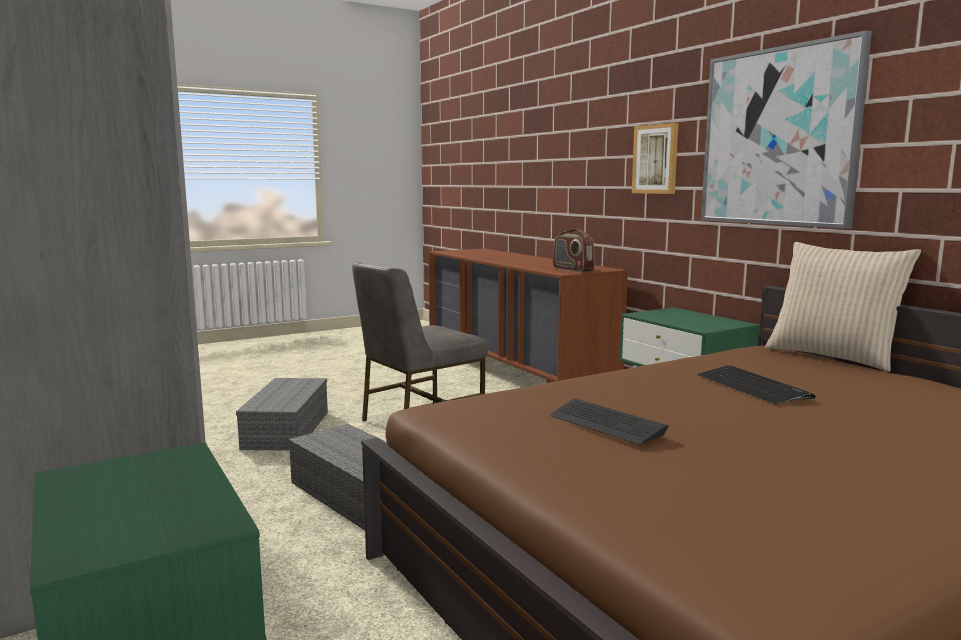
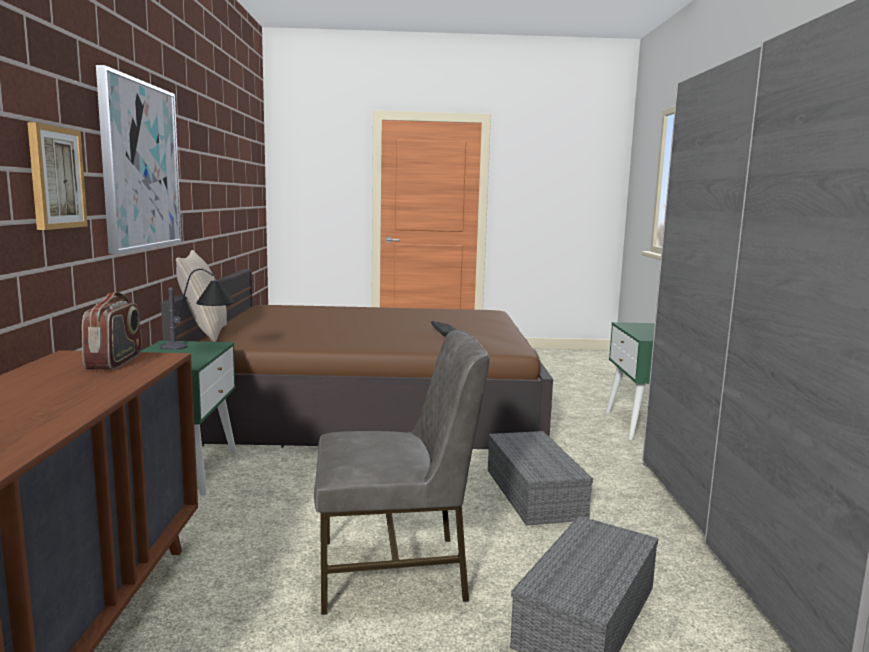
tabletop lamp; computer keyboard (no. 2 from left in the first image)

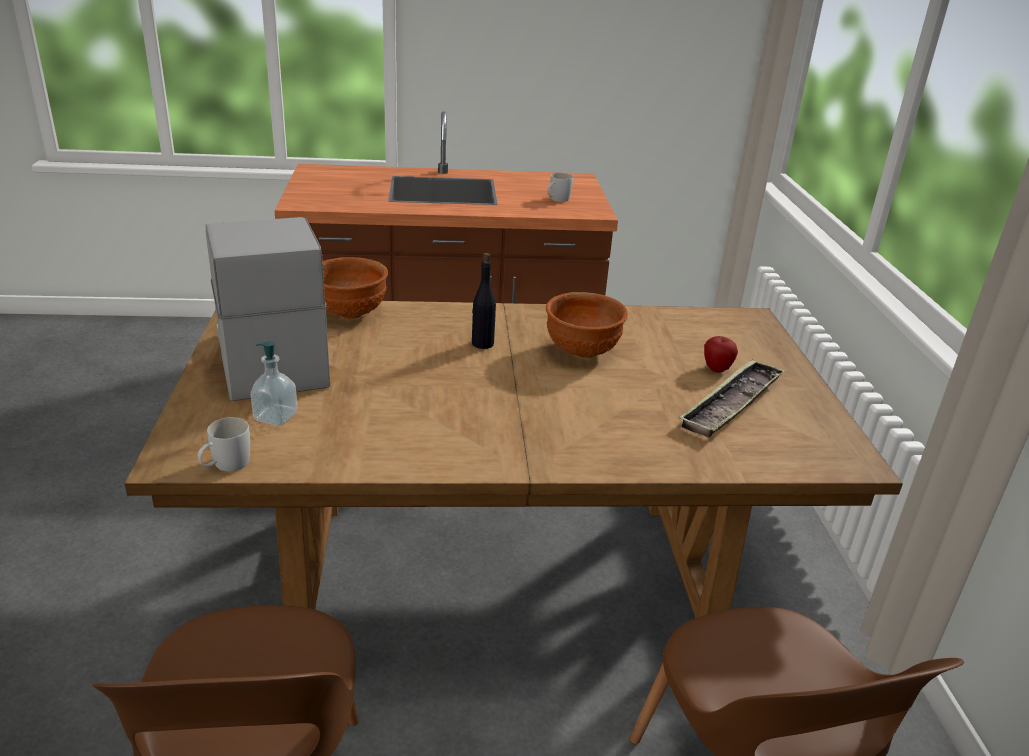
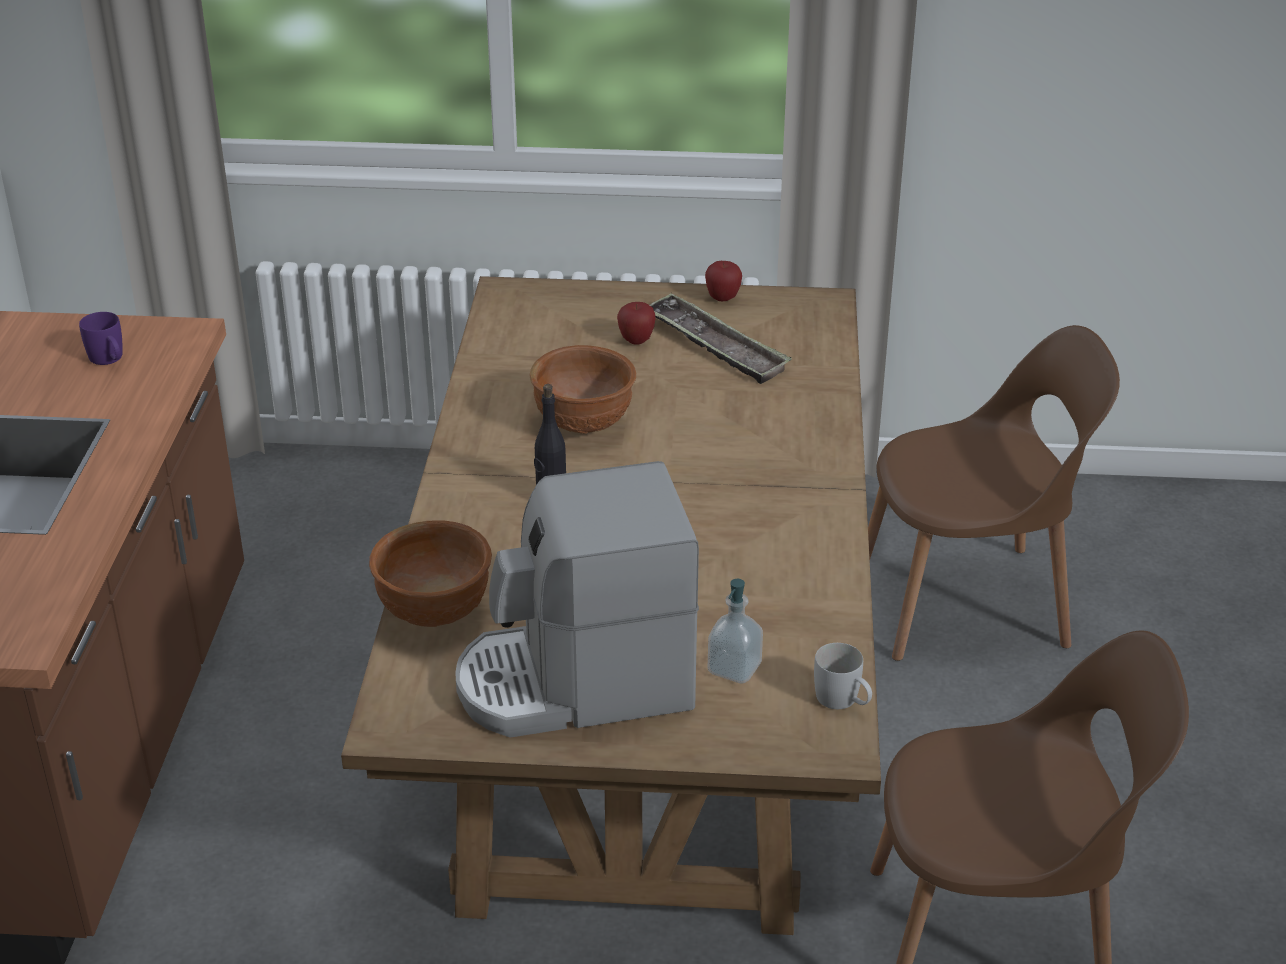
coffee mug in purplish; apple (no. 2 from left)

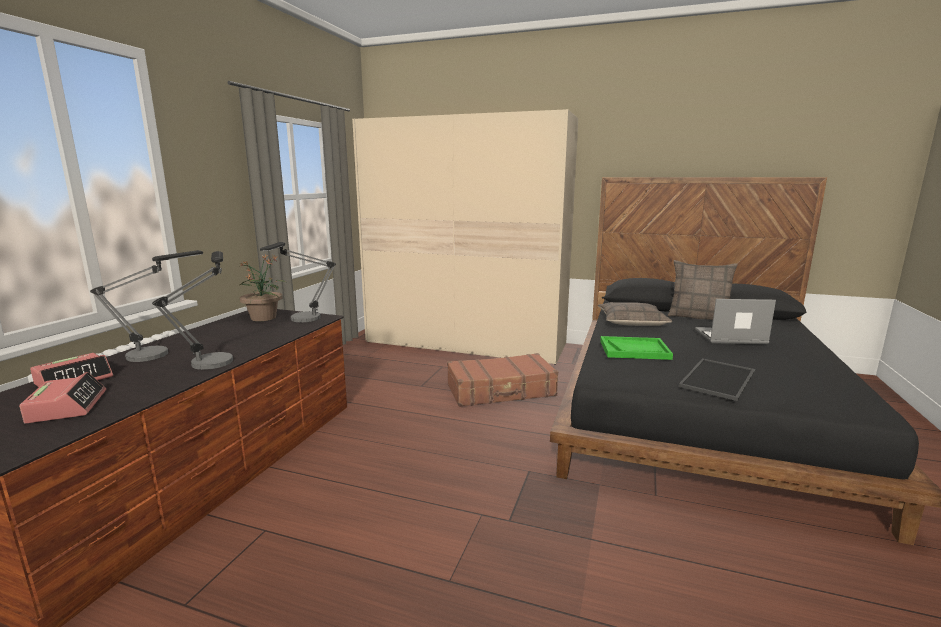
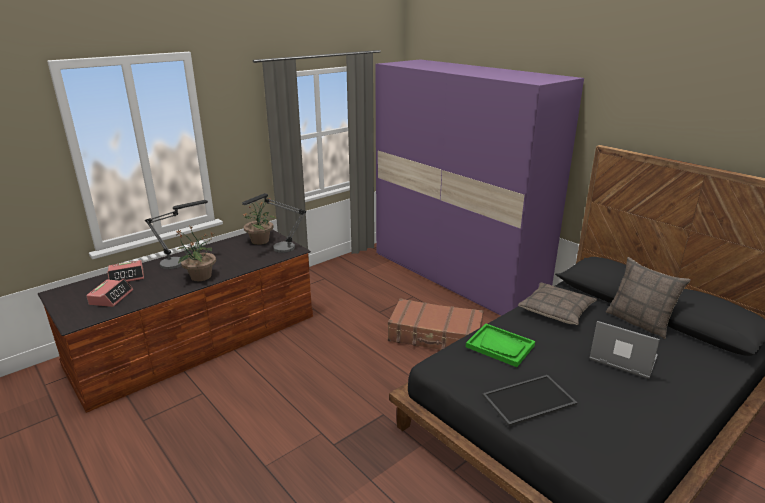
potted plant (no. 1 from left); clothes cupboard in purplish

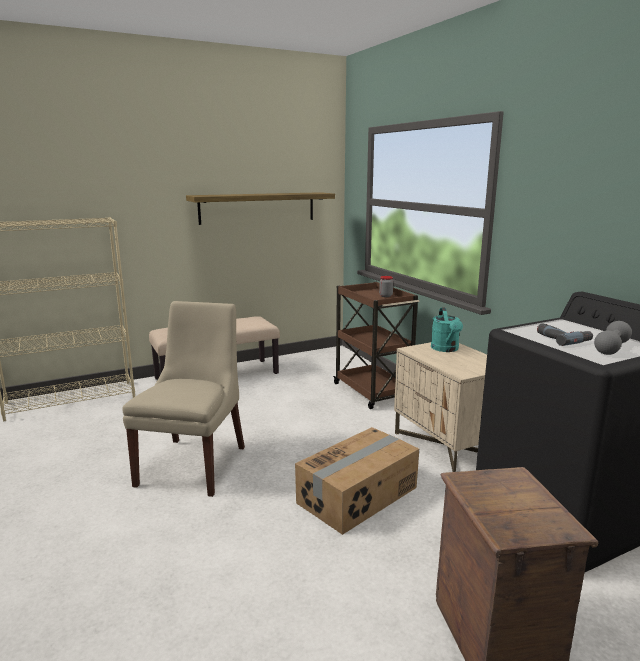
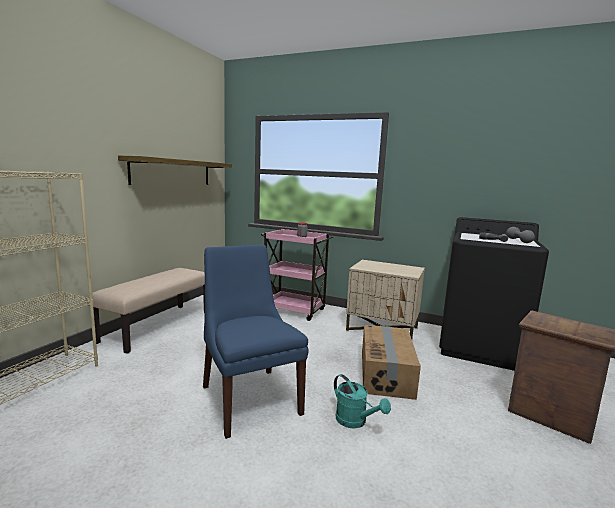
plain chair in blue-coloured; cart in pinkish; watering pot in turquoise

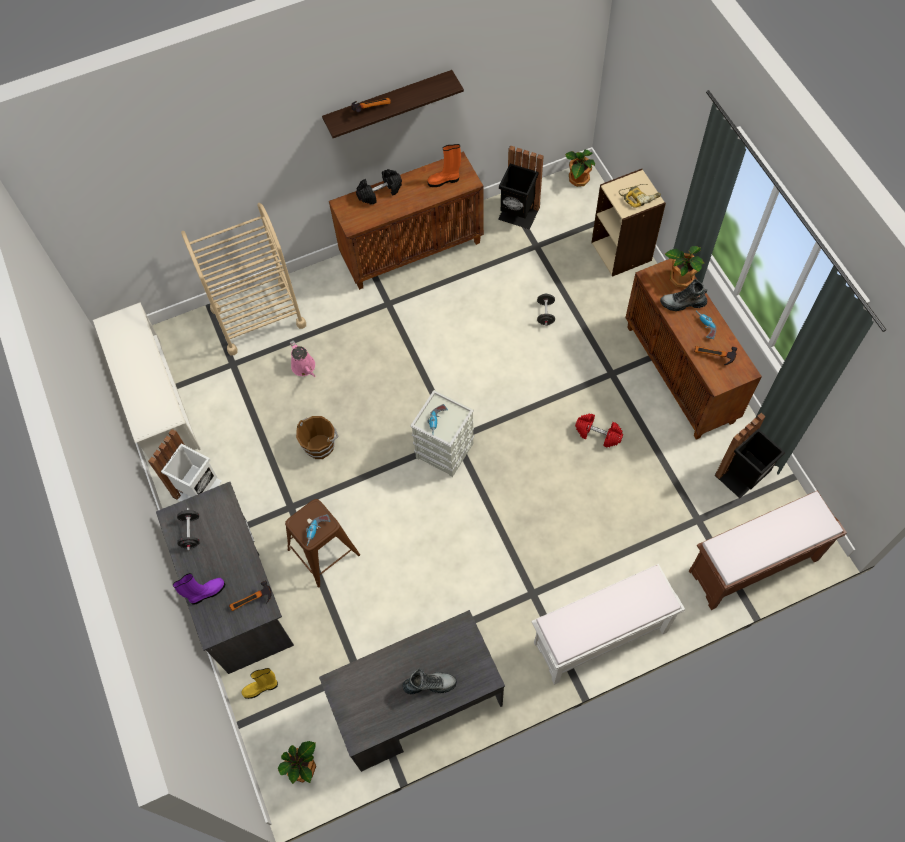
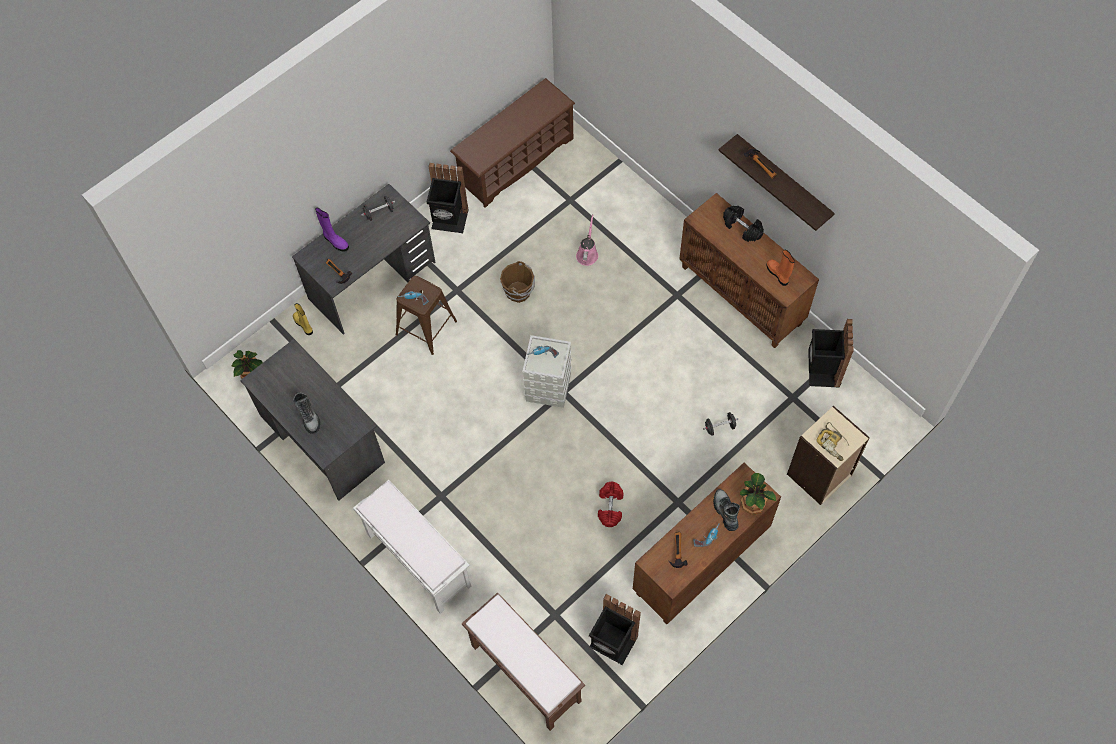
waste bin in black-coloured (no. 1 from left); shoe rack in brownish; watering pot in pinkish; cart in beige-coloured; potted plant (no. 2 from left in the first image)

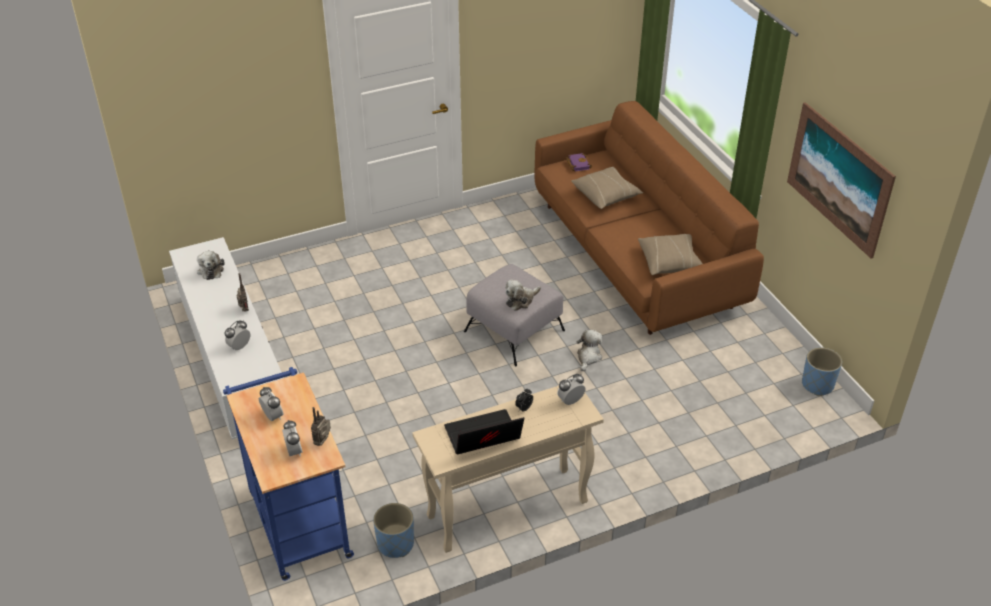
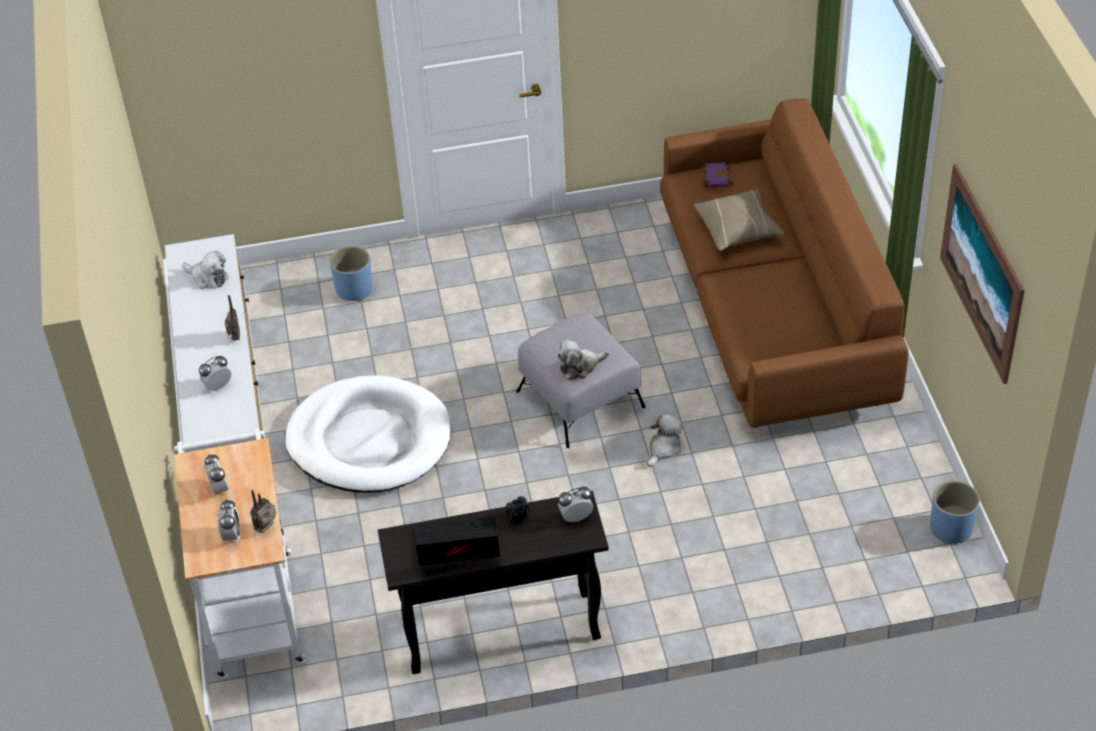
cart in white; cuddly toy (no. 1 from left); dog bed in white; plant pot in blue-coloured (no. 1 from left); hall table in black-coloured; pillow in beige-coloured (no. 2 from left in the first image)

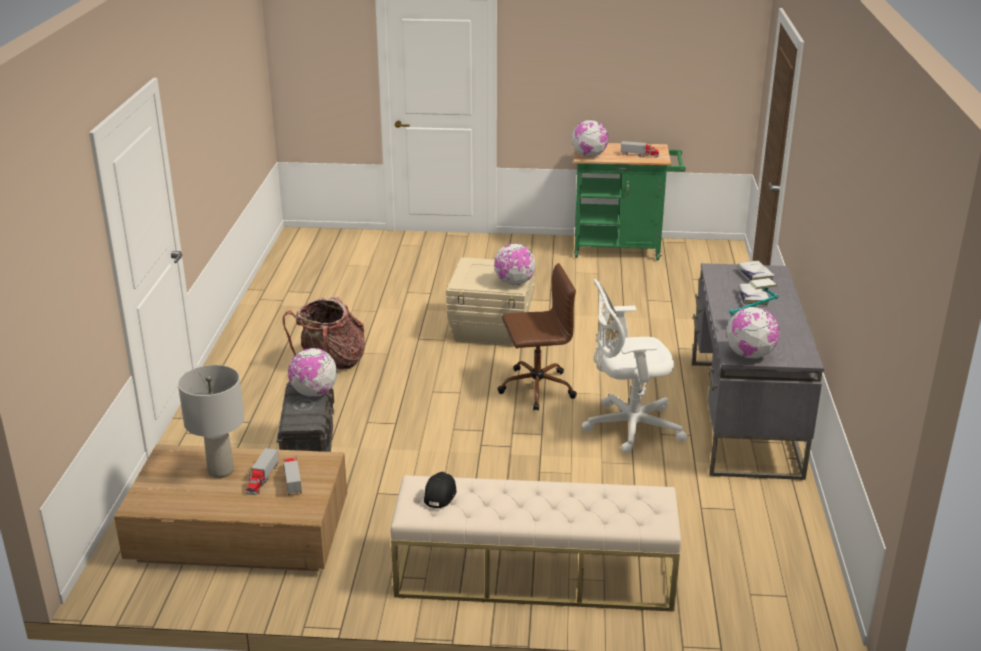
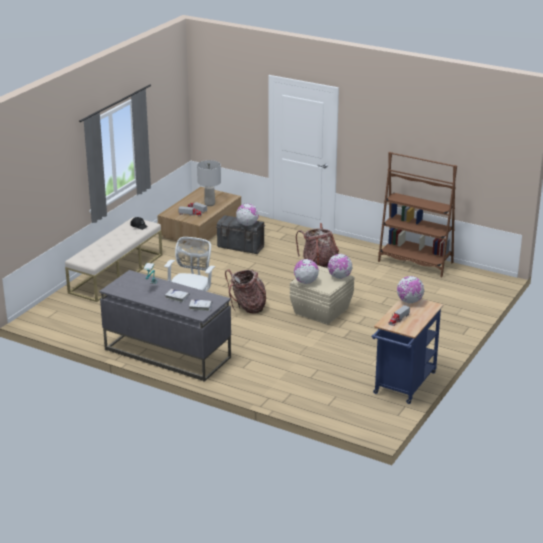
knapsack (no. 1 from left); desk globe (no. 3 from left); cart in blue-coloured; shelving unit in brownish

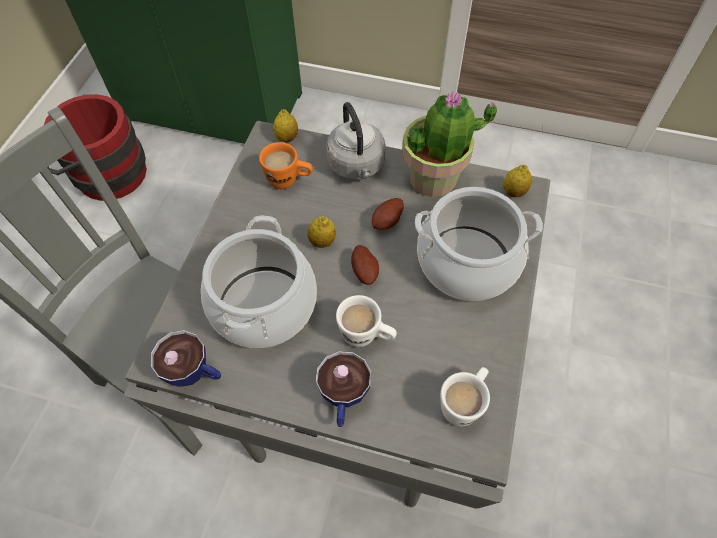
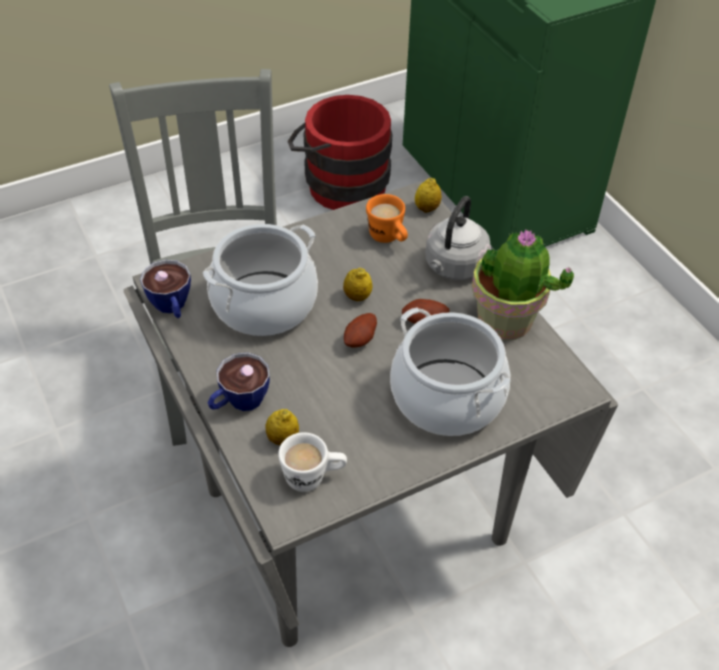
lemon (no. 1 from left); coffee mug in white (no. 1 from left in the first image)

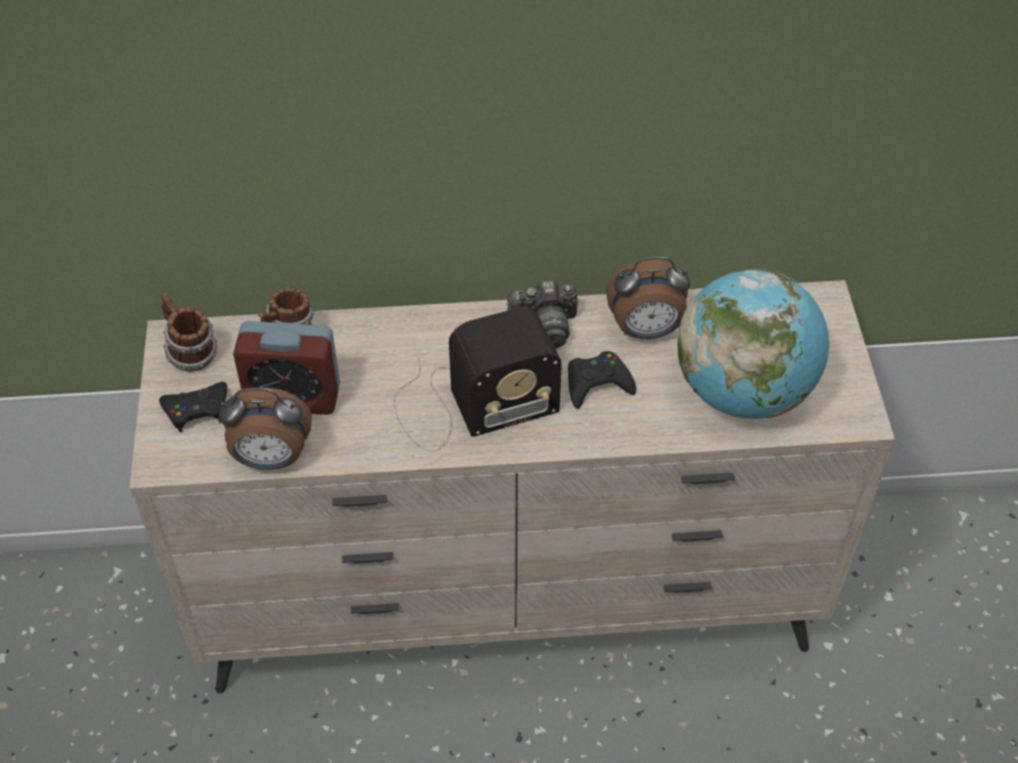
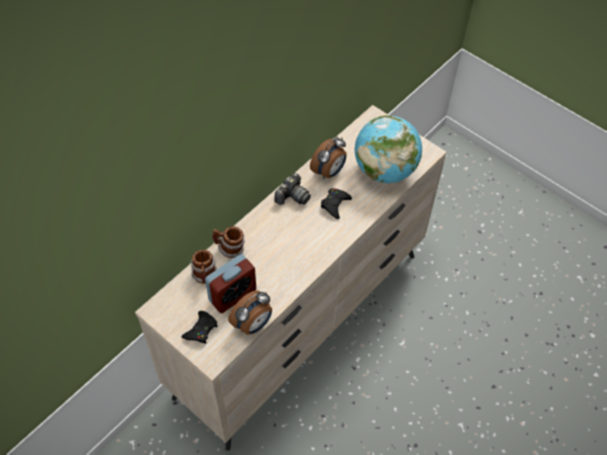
coffee mug (no. 2 from left); radio

